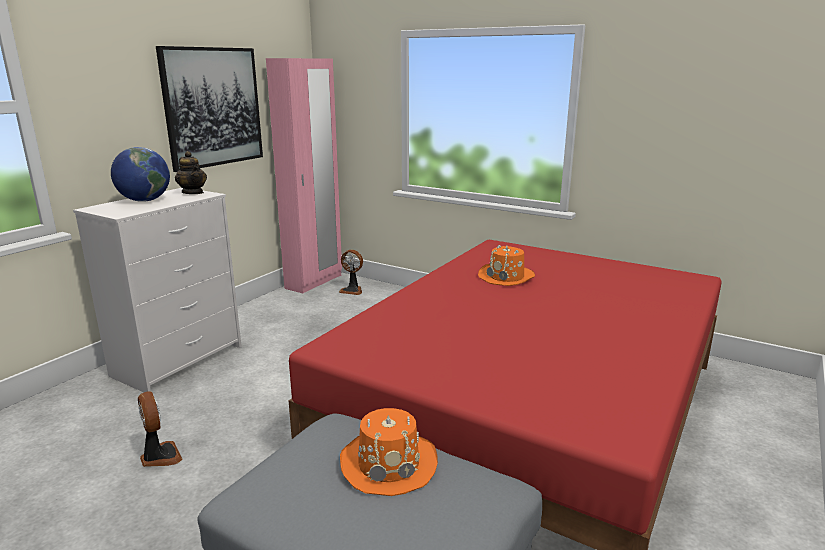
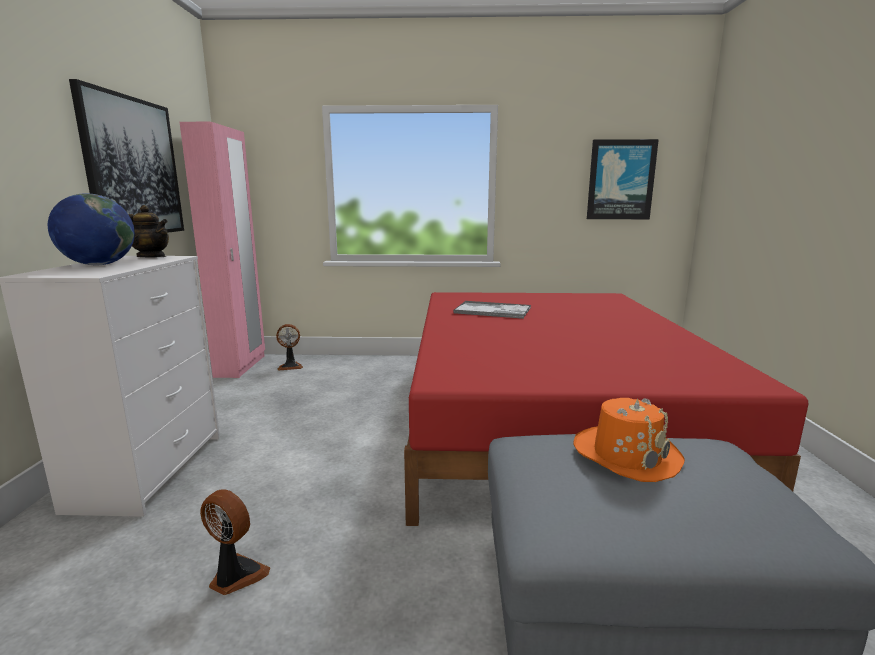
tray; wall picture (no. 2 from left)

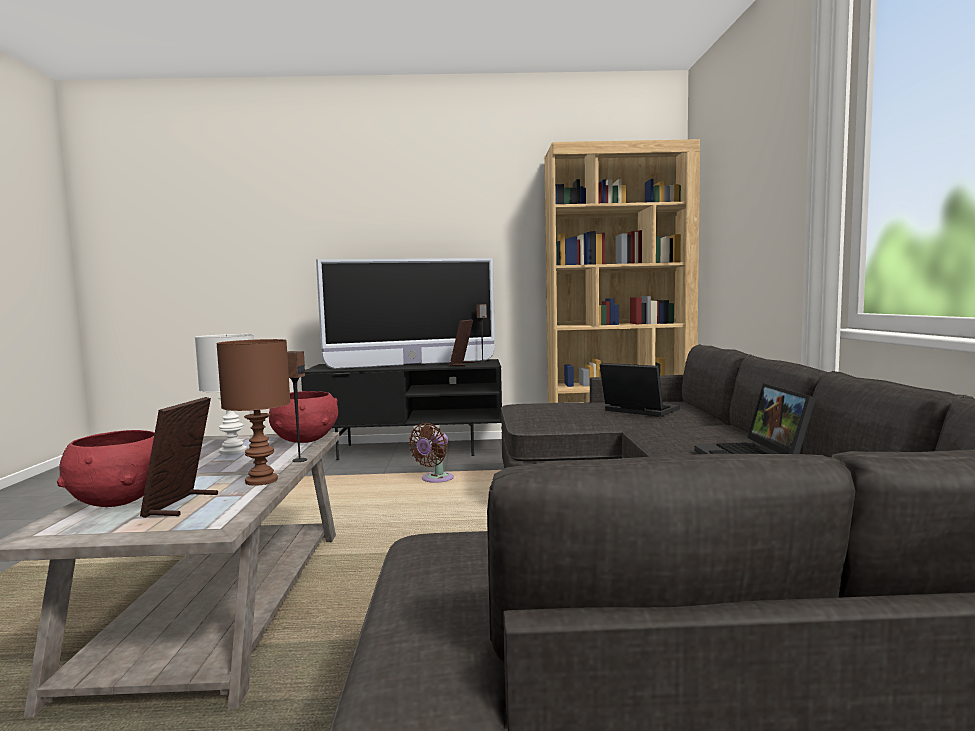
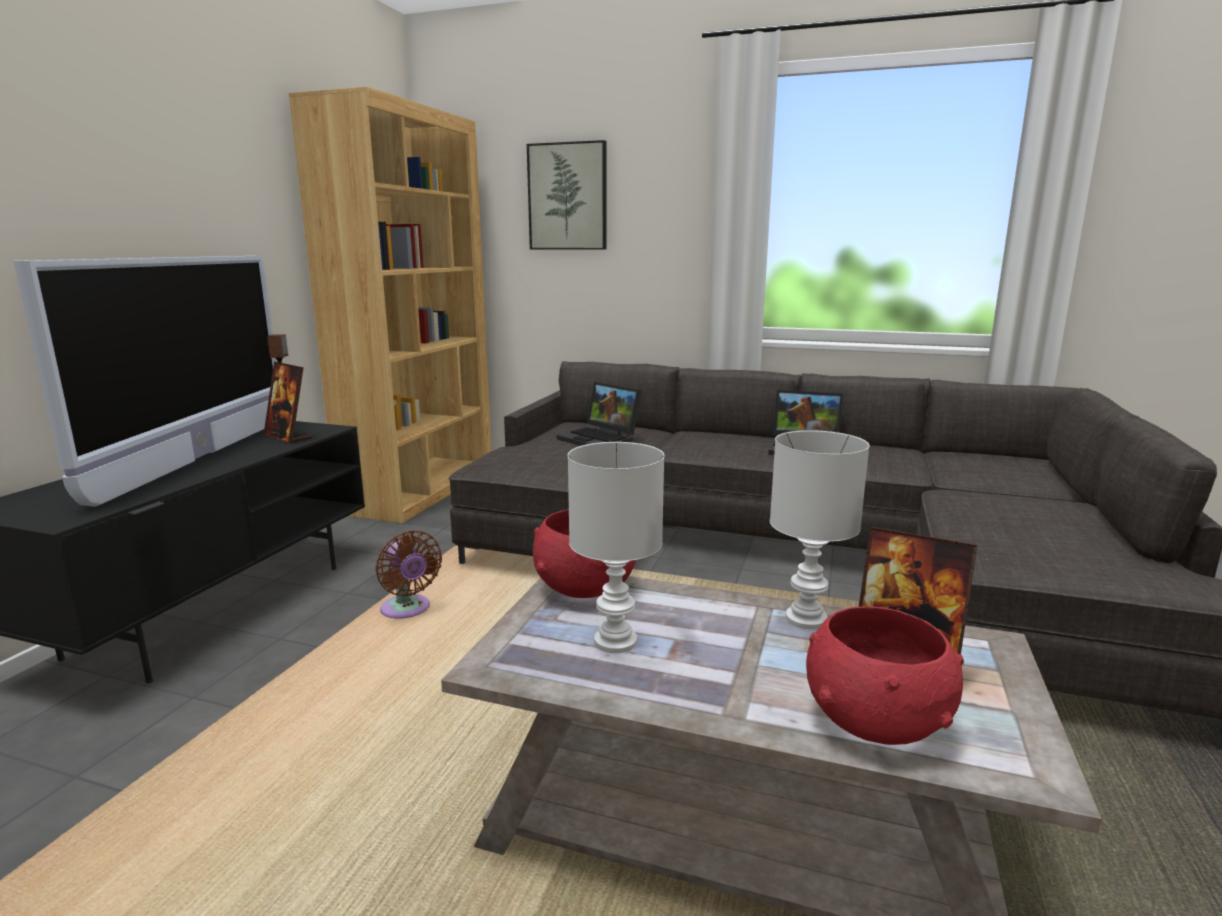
wall picture; notebook computer (no. 1 from left); tabletop lamp in white (no. 2 from left); audio speaker (no. 1 from left in the first image)

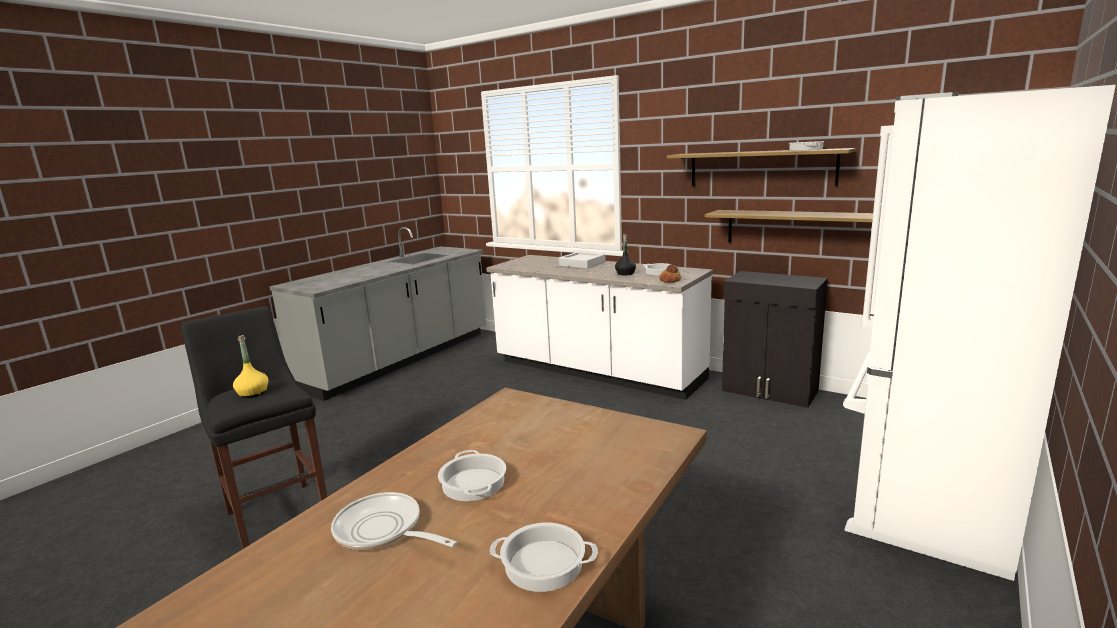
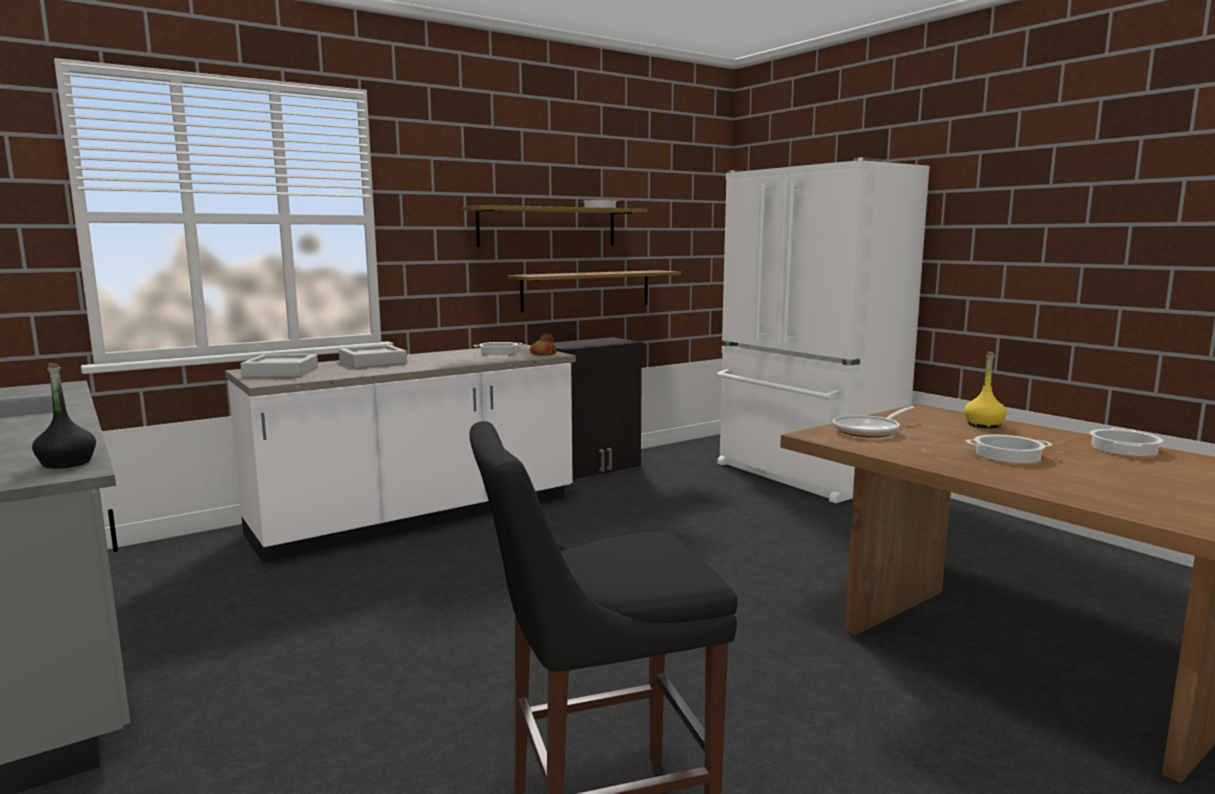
beverage bottle in black-coloured; tray in gray (no. 1 from left); frying pan; beverage bottle in yellow

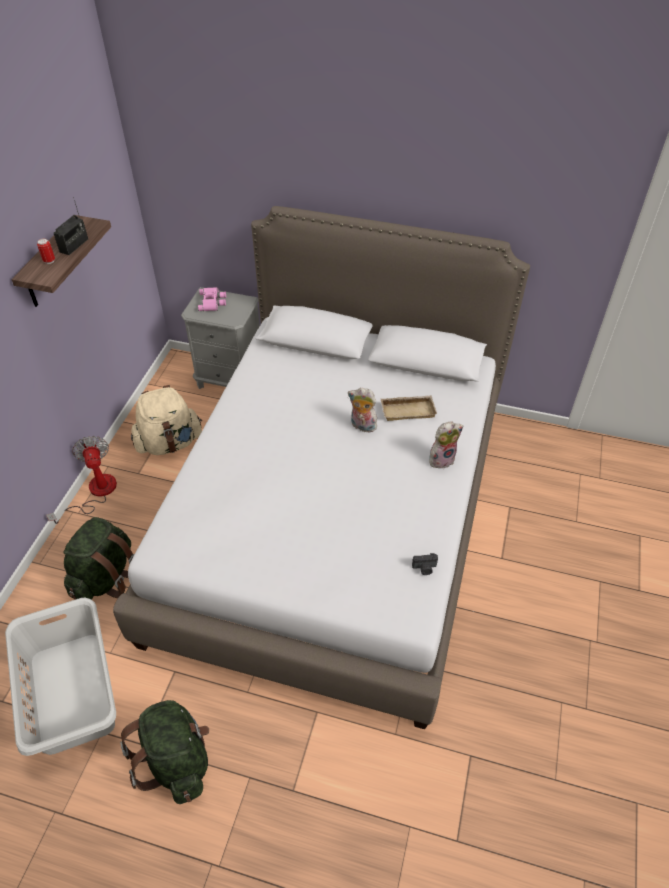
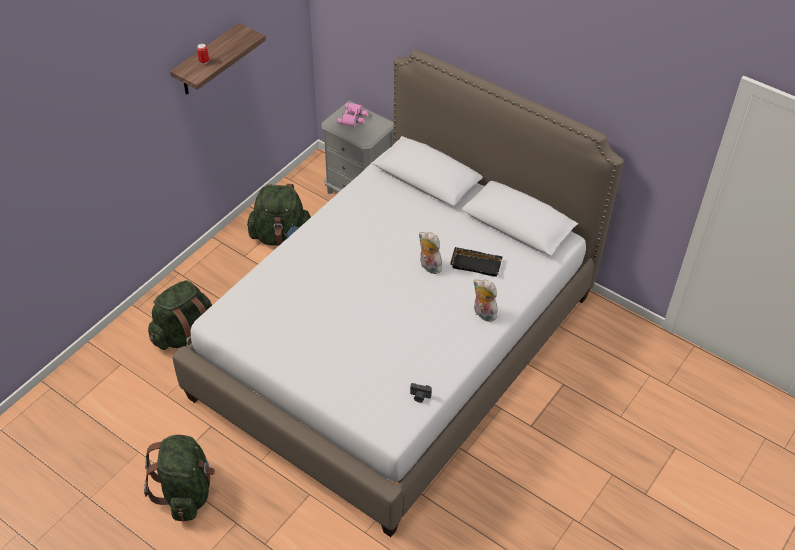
knapsack in green (no. 3 from left); tray in black-coloured; cuddly toy (no. 2 from left); laundry basket in gray; fan; radio

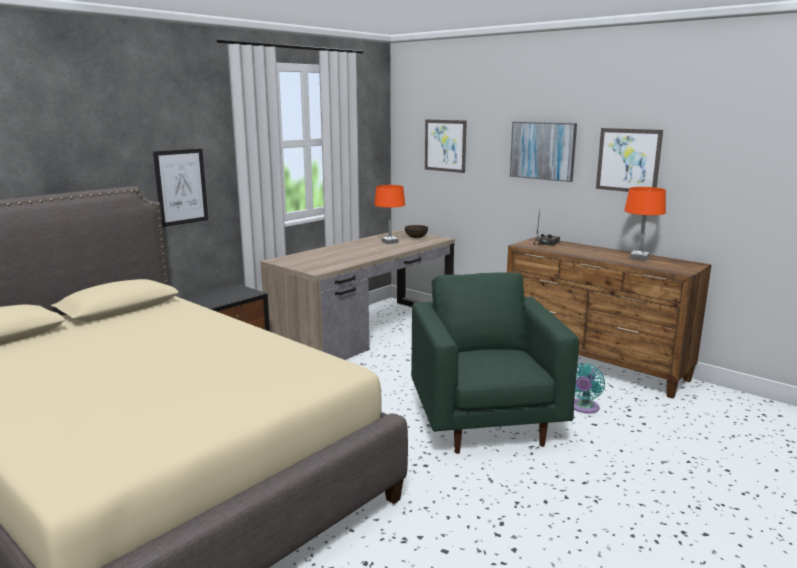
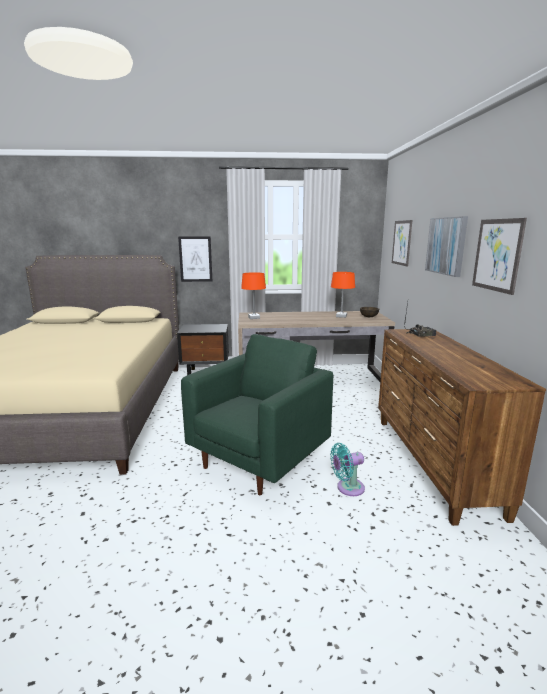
tabletop lamp in orange-coloured (no. 1 from left)

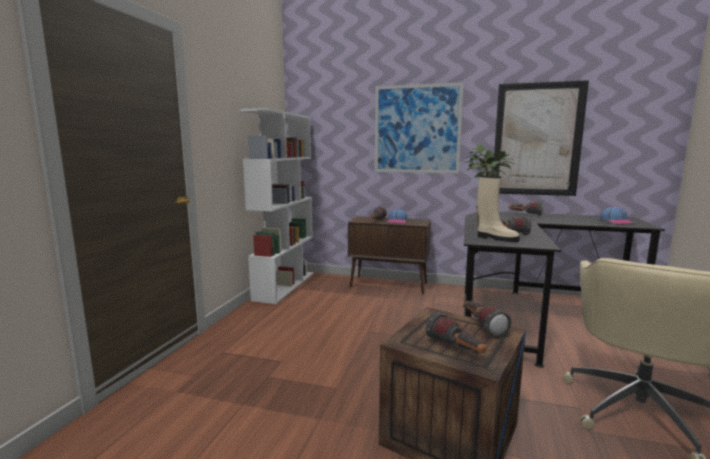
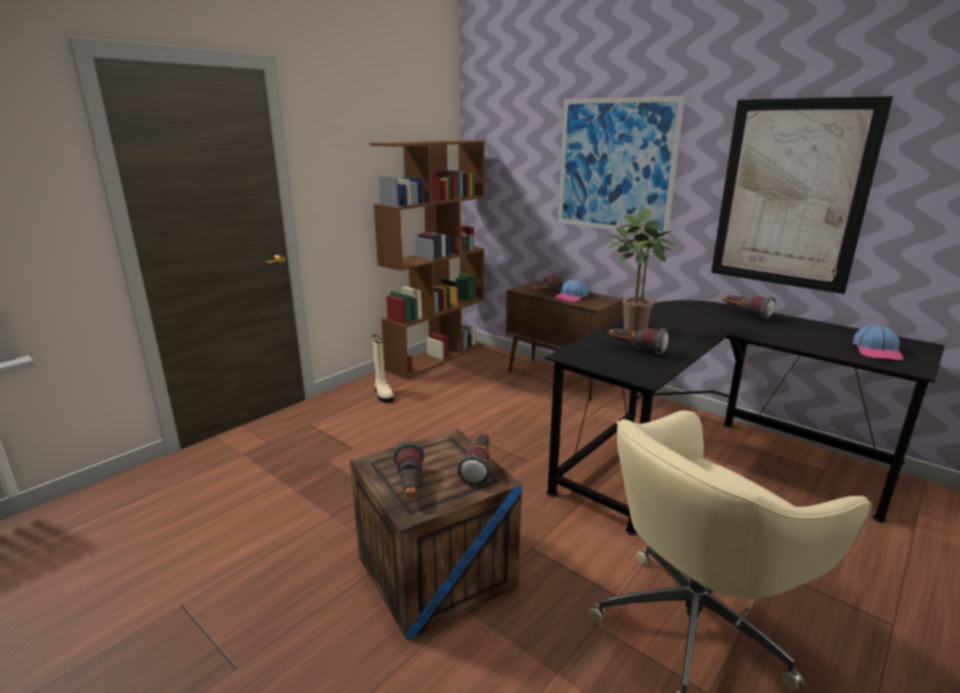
shelving unit in brownish; high-top boot in beige-coloured

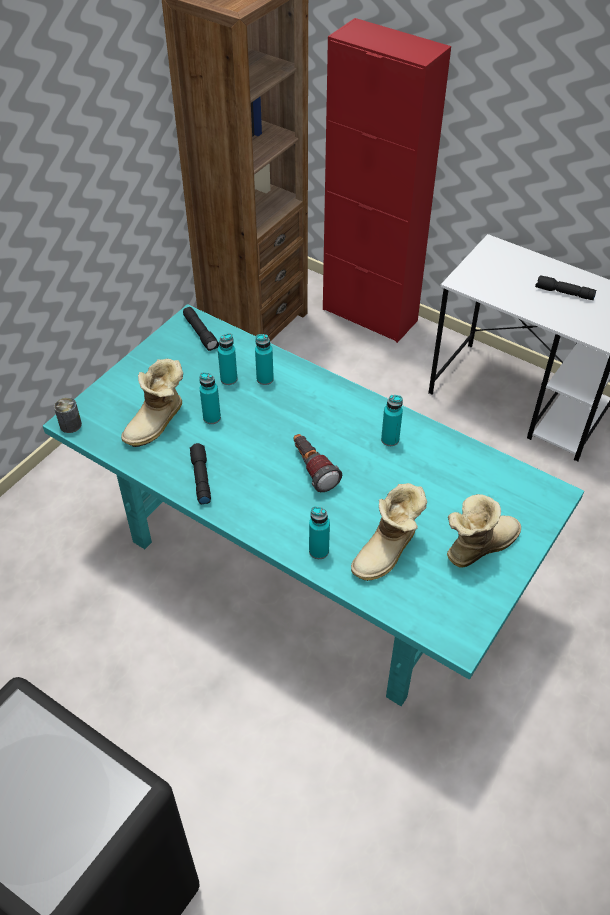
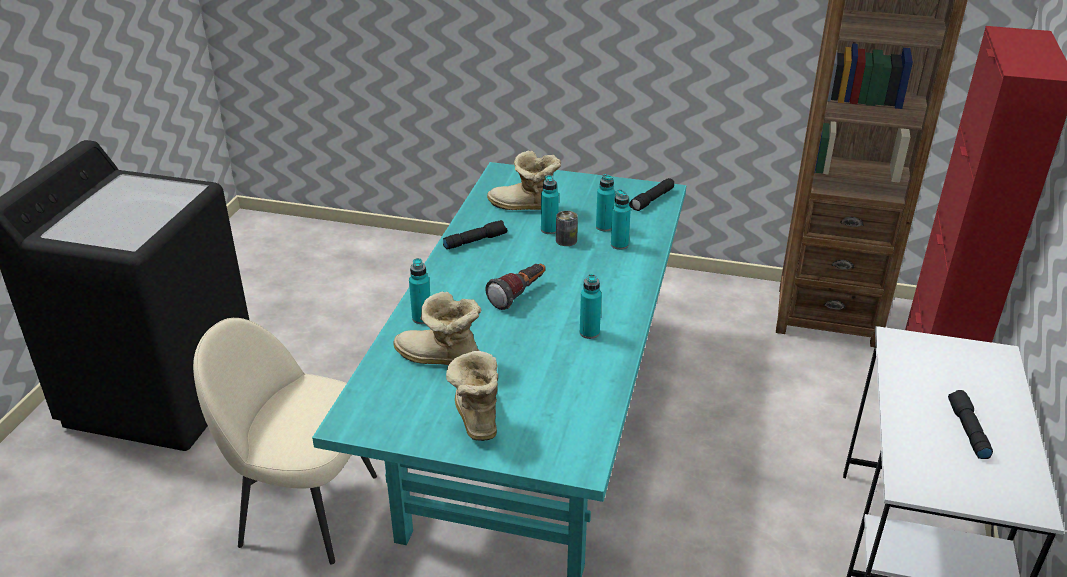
plain chair in beige-coloured; high-top boot (no. 2 from left); metal can

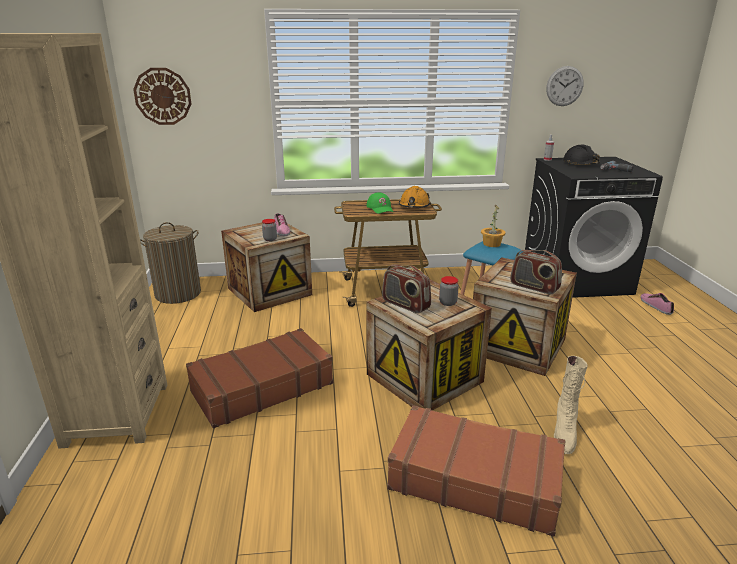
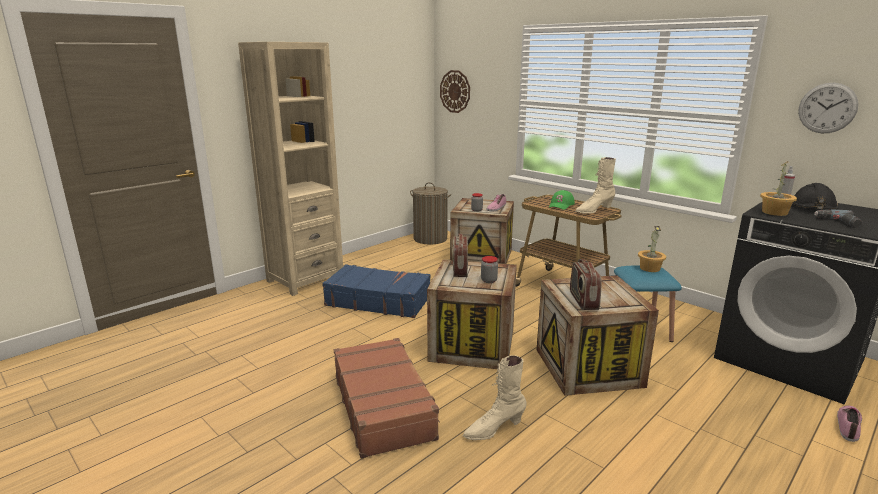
suitcase in blue-coloured; high-top boot in beige-coloured (no. 2 from left); potted plant (no. 2 from left)

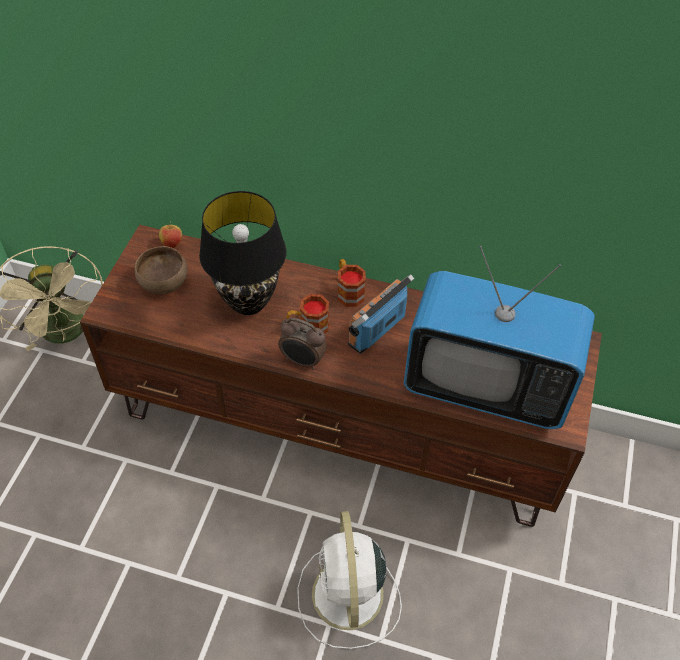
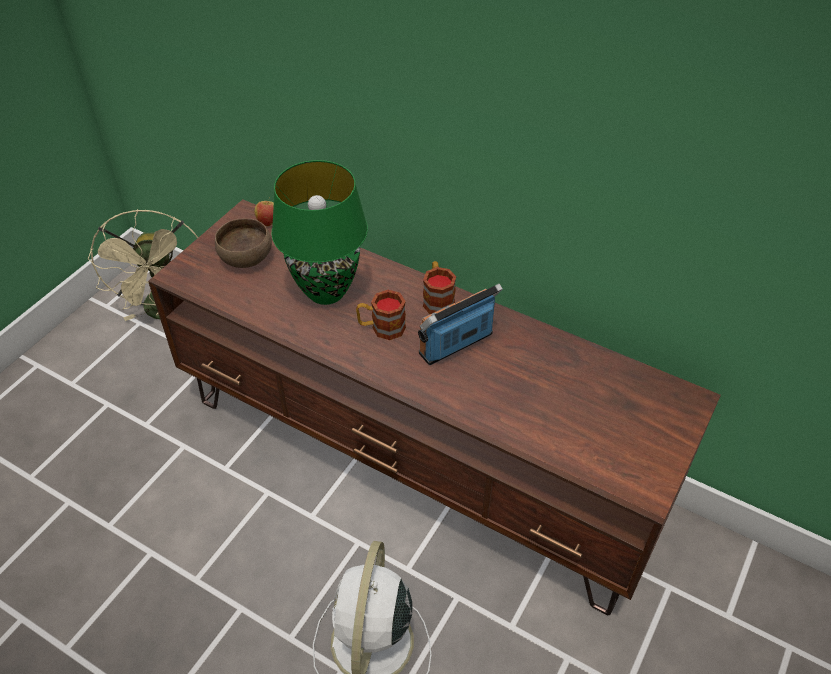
tabletop lamp in green; alarm clock; TV set

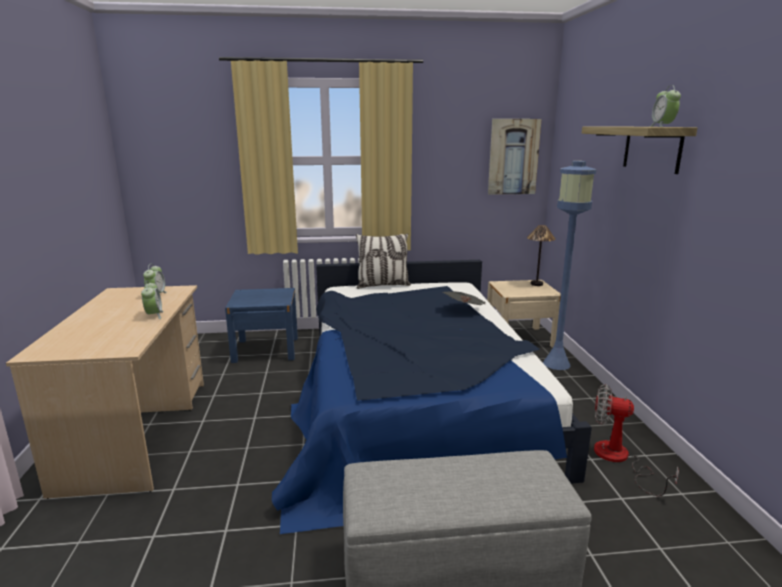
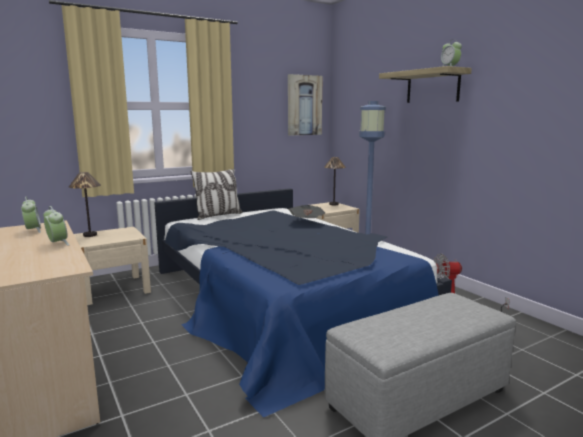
tabletop lamp (no. 1 from left); night table in beige-coloured (no. 1 from left)

